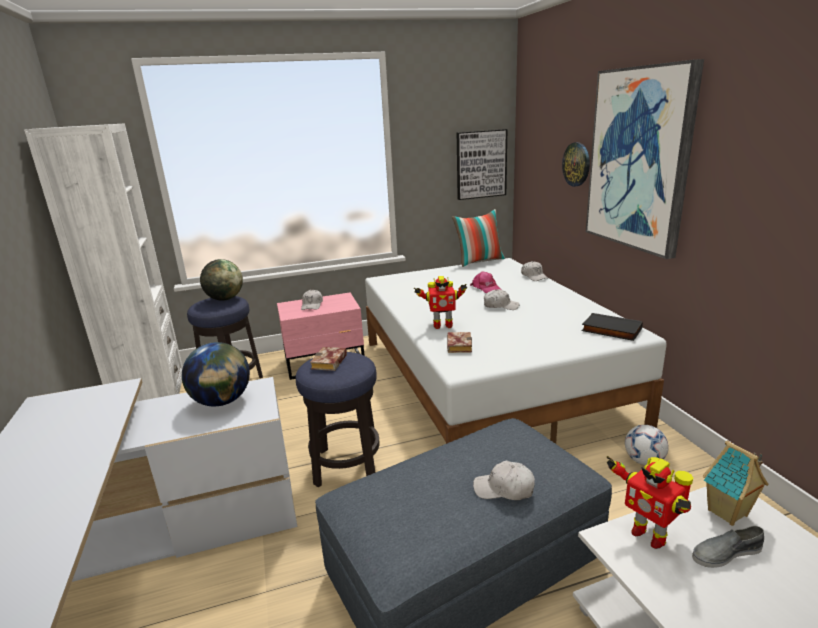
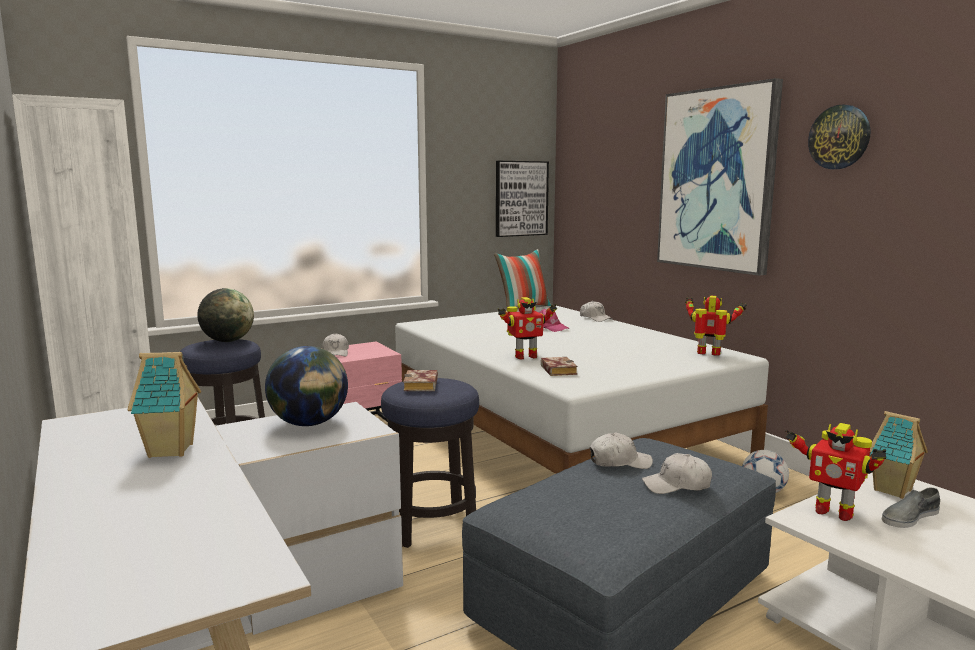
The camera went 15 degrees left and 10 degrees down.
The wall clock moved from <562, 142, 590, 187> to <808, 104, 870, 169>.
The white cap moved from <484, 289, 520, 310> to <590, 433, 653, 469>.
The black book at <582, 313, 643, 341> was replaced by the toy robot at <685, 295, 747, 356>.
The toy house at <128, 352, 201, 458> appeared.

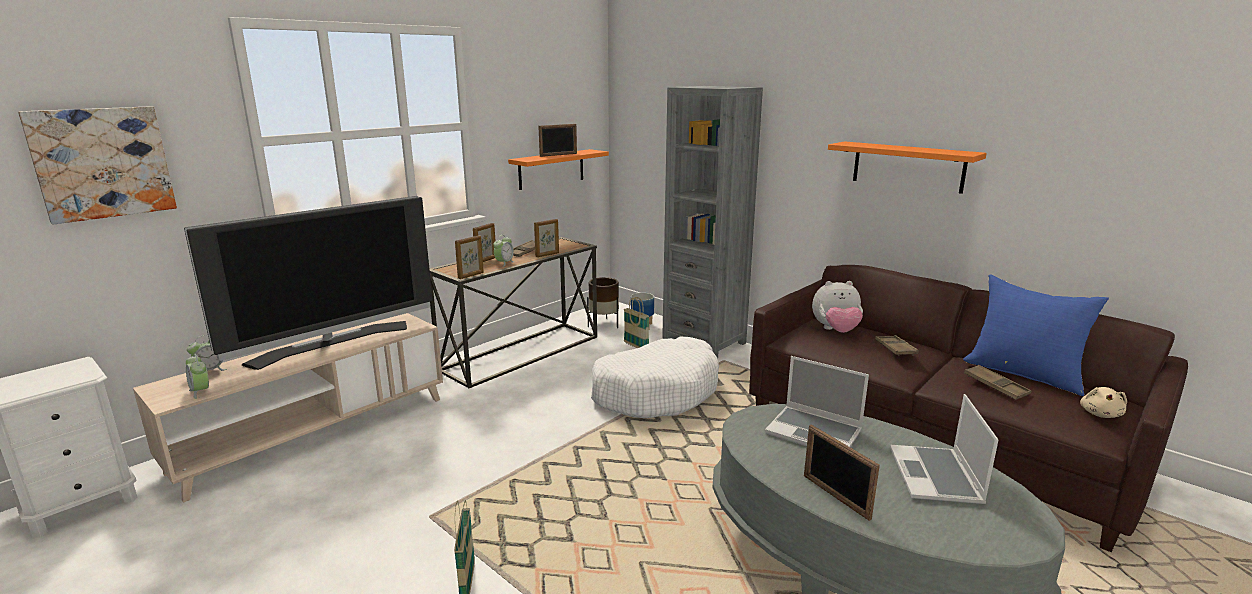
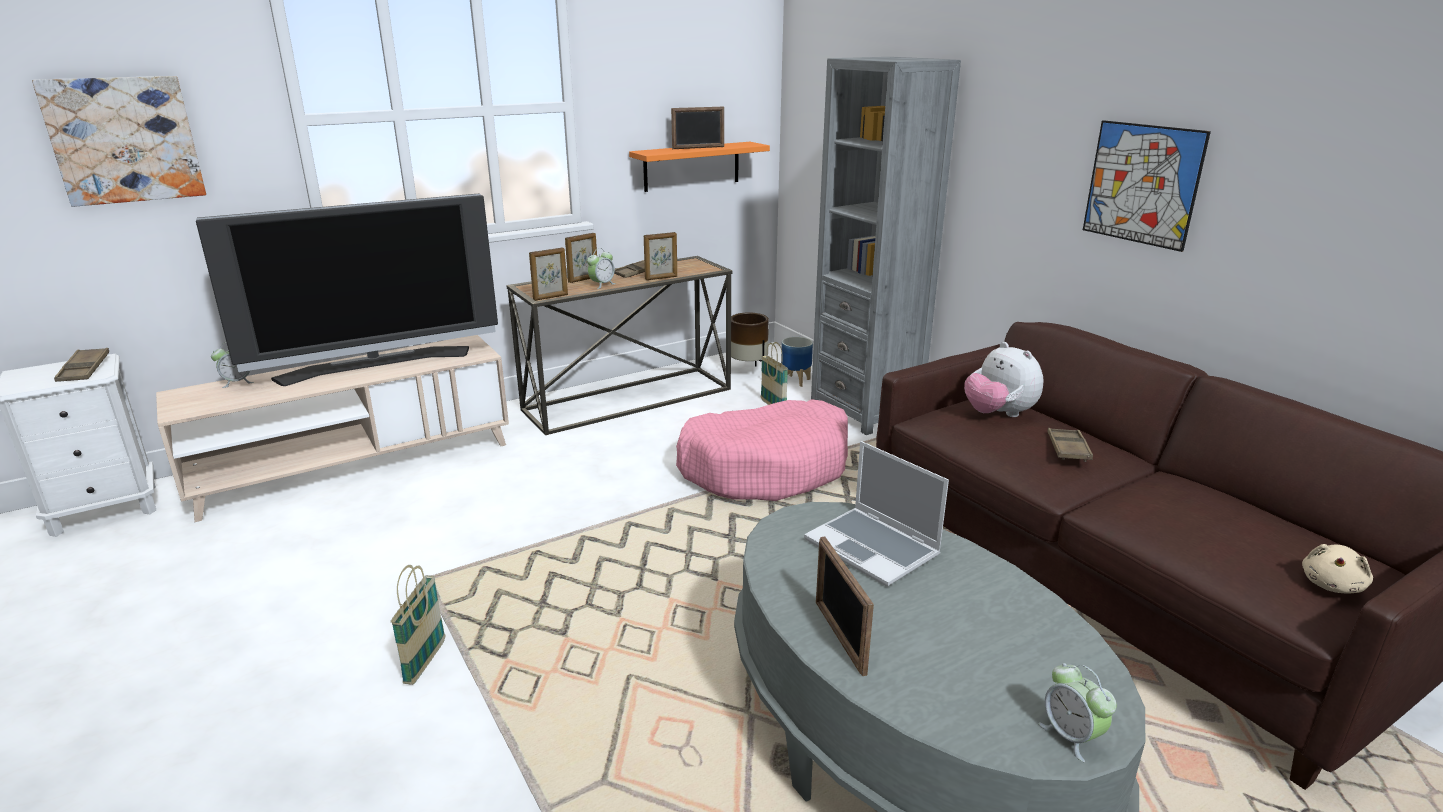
The camera went 15 degrees right and 5 degrees up.
The orange shelf at <828, 141, 987, 194> was replaced by the picture at <1083, 120, 1211, 252>.
The blue pillow at <963, 274, 1109, 396> disappeared.
The plush toy at <812, 281, 863, 333> turned 45 degrees clockwise.
The white dog bed at <591, 337, 719, 418> became the pink dog bed at <676, 399, 848, 501>.
The alarm clock moved from <186, 354, 209, 399> to <1039, 663, 1117, 762>.
The brown tray moved from <964, 365, 1031, 400> to <54, 348, 109, 382>.
The laptop at <890, 394, 999, 504> disappeared.

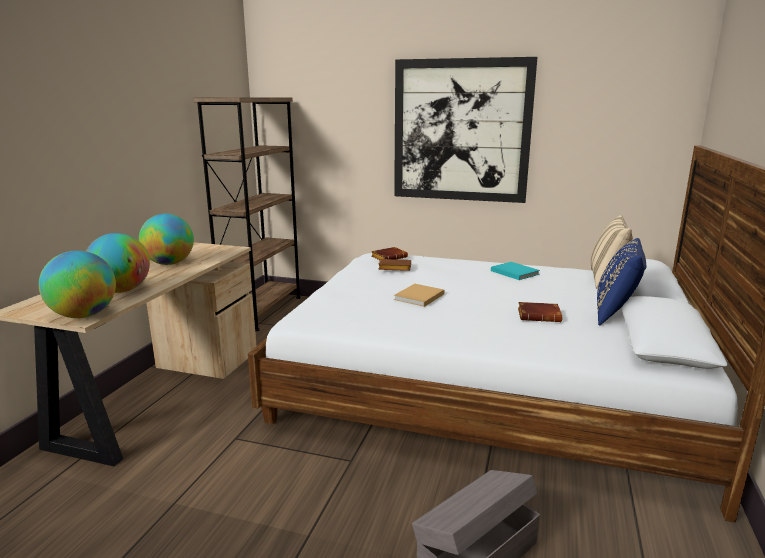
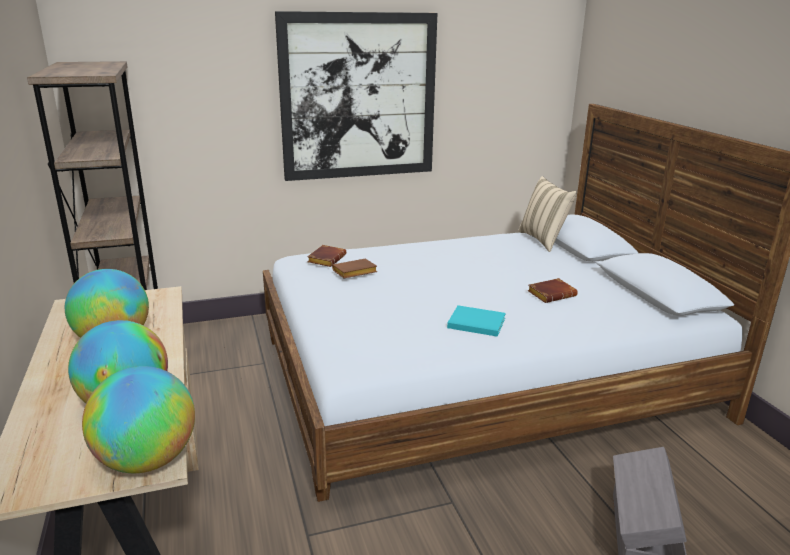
The camera went 35 degrees left and 5 degrees up.
The blue pillow at <597, 238, 646, 326> disappeared.
The turquoise book moved from <491, 262, 540, 280> to <447, 305, 506, 337>.
The beige book at <394, 284, 444, 307> disappeared.

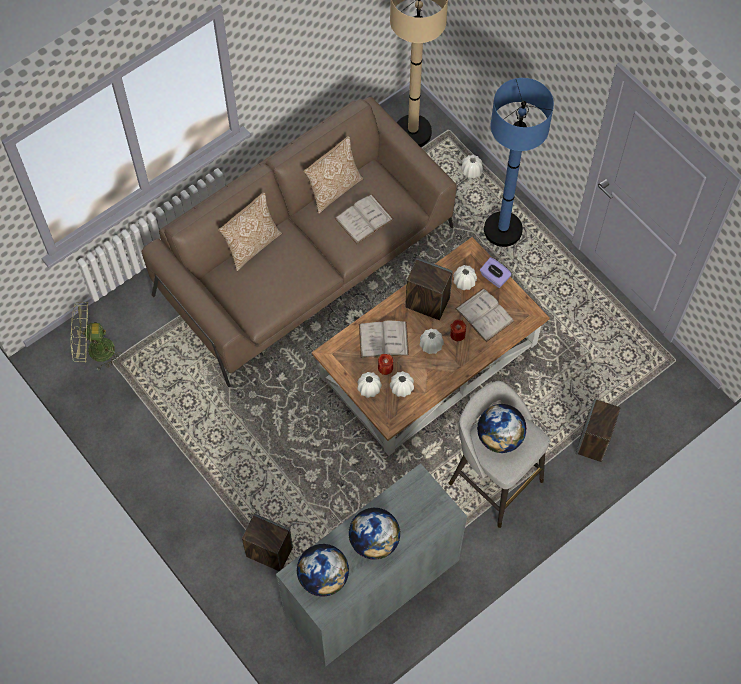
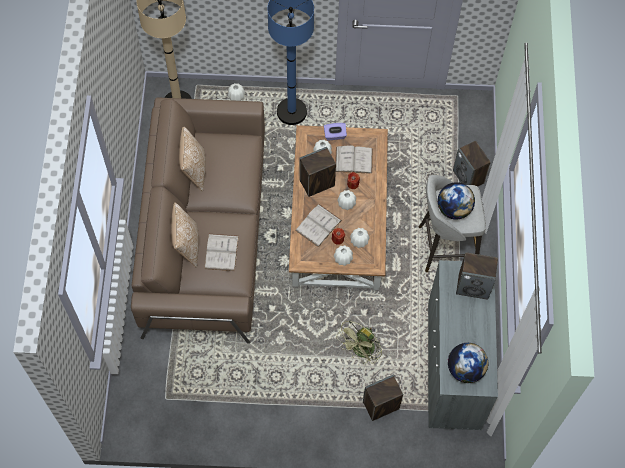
The camera went 50 degrees left and 0 degrees up.
The white book moved from <335, 195, 394, 244> to <204, 234, 239, 271>.
The green fan moved from <71, 302, 119, 371> to <336, 321, 382, 364>.
The globe at <348, 508, 400, 560> disappeared.
The speaker at <456, 252, 498, 300> appeared.

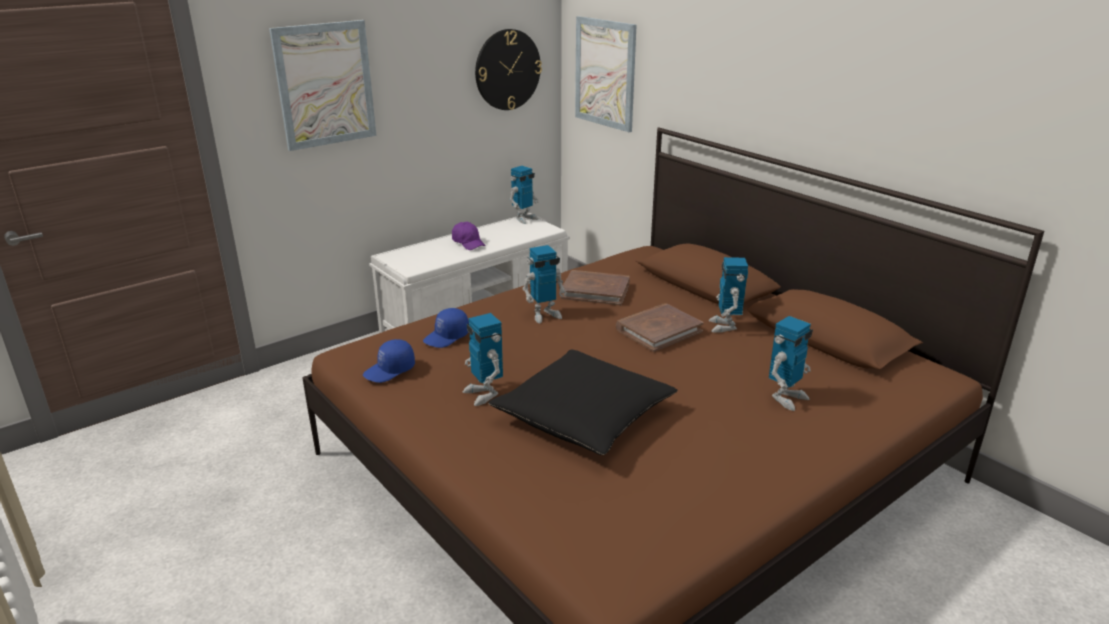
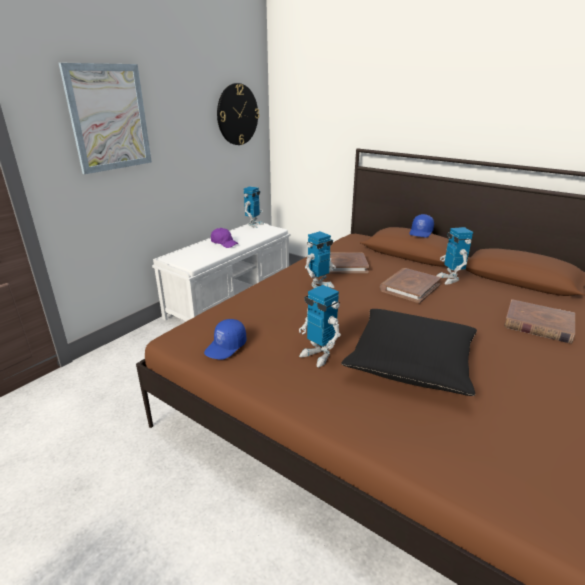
The camera went 15 degrees left and 0 degrees up.
The picture at <575, 16, 637, 132> disappeared.
The blue cap moved from <423, 308, 469, 348> to <409, 214, 434, 238>.
The toy robot at <769, 316, 813, 411> was replaced by the brown book at <504, 299, 575, 344>.

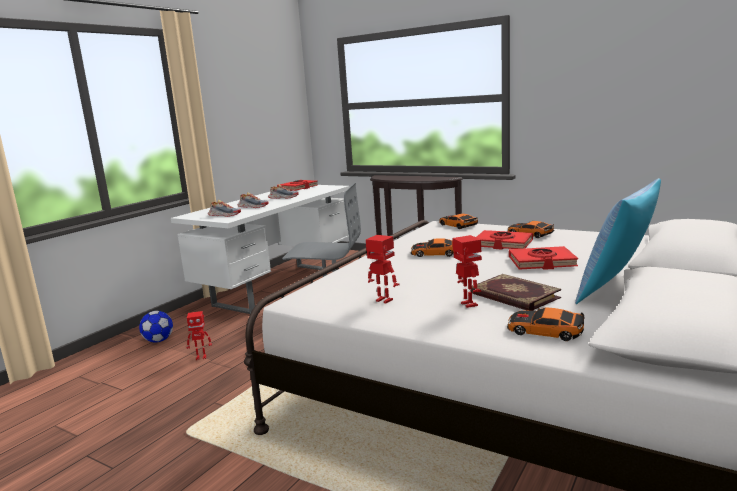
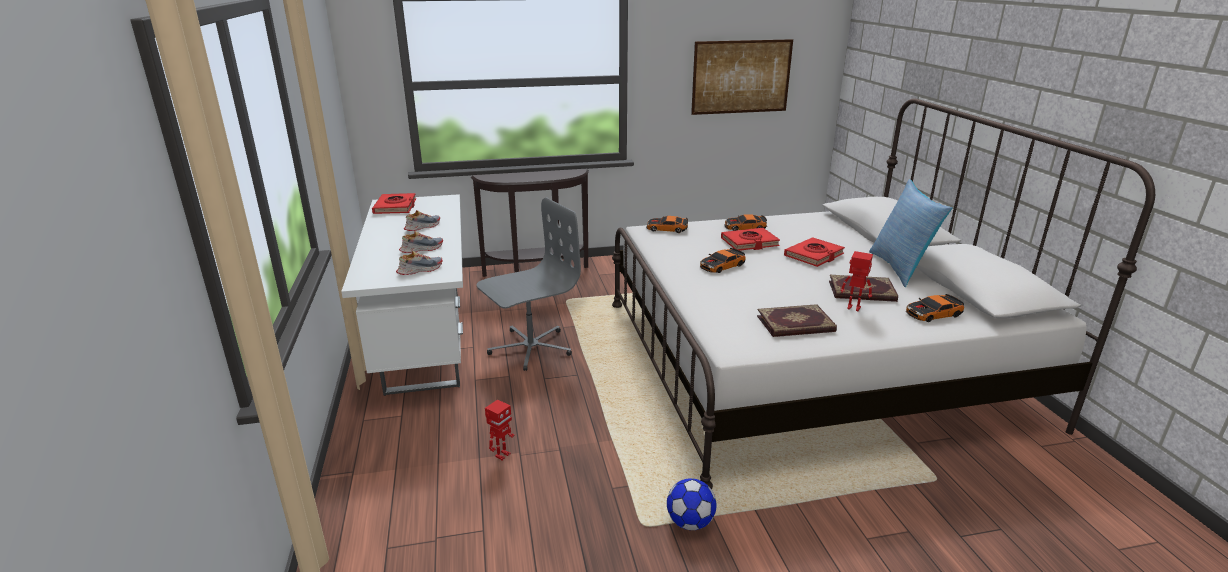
The camera went 45 degrees left and 10 degrees up.
The toy robot at <366, 235, 400, 303> was replaced by the book at <757, 304, 837, 337>.
The football moved from <139, 311, 173, 343> to <667, 478, 717, 530>.
The picture at <691, 39, 793, 115> appeared.

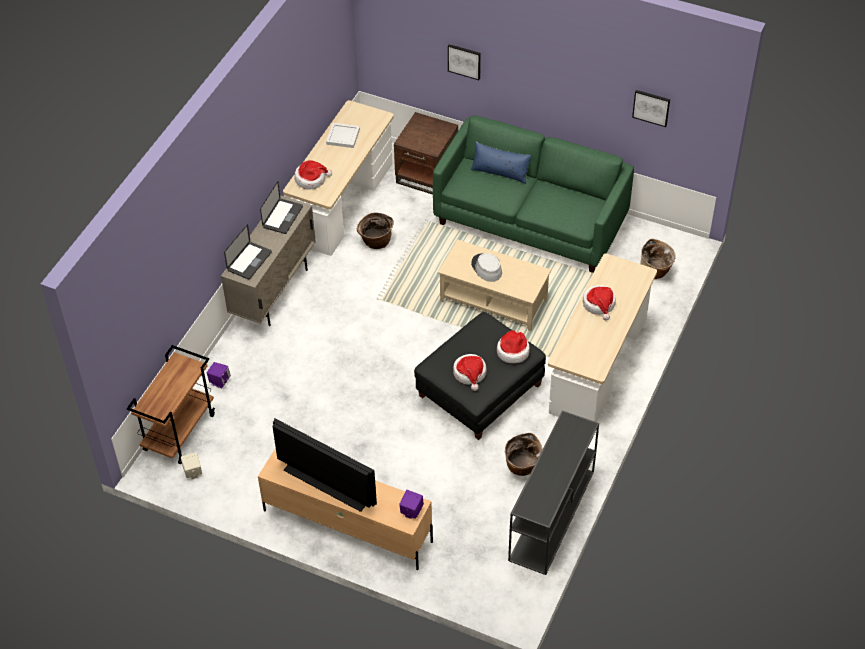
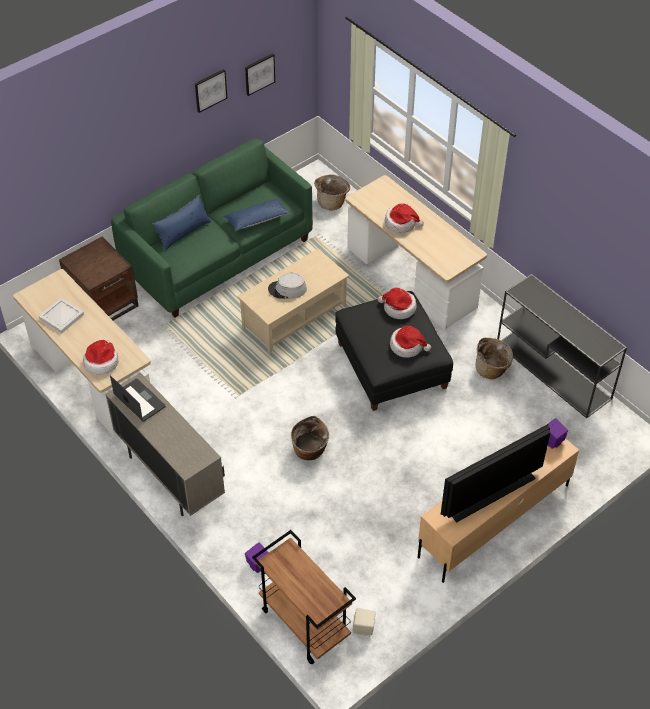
The camera went 65 degrees left and 0 degrees up.
The picture moved from <448, 44, 481, 80> to <195, 69, 227, 113>.
The basket moved from <357, 212, 394, 249> to <291, 416, 329, 460>.
The laptop at <224, 224, 272, 279> disappeared.
The blue pillow at <224, 198, 290, 231> appeared.

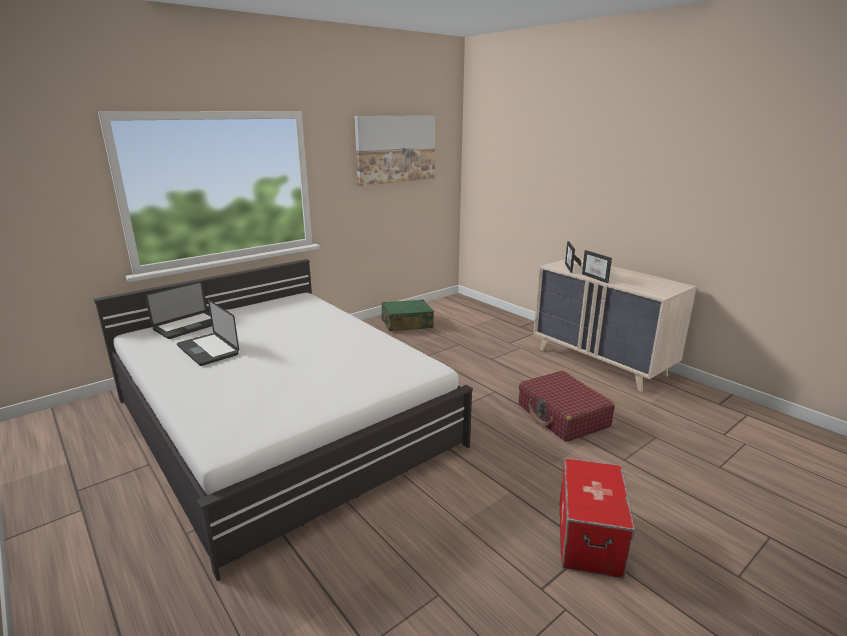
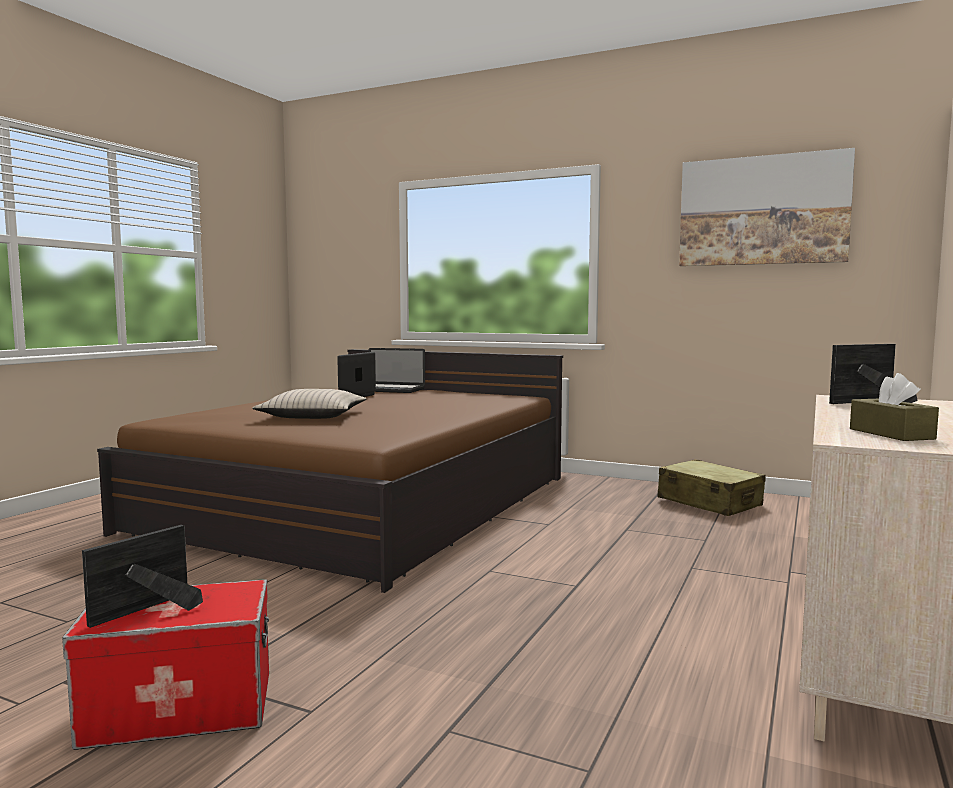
The camera went 65 degrees right and 15 degrees down.
The picture frame moved from <582, 250, 612, 283> to <82, 525, 203, 628>.
The white bed at <93, 259, 473, 581> became the brown bed at <97, 349, 563, 593>.
The green suitcase at <381, 300, 434, 331> became the beige suitcase at <658, 459, 766, 516>.
The red suitcase at <519, 371, 615, 442> disappeared.
The brown tissue box at <850, 373, 939, 441> appeared.
The beige pillow at <252, 389, 367, 419> appeared.

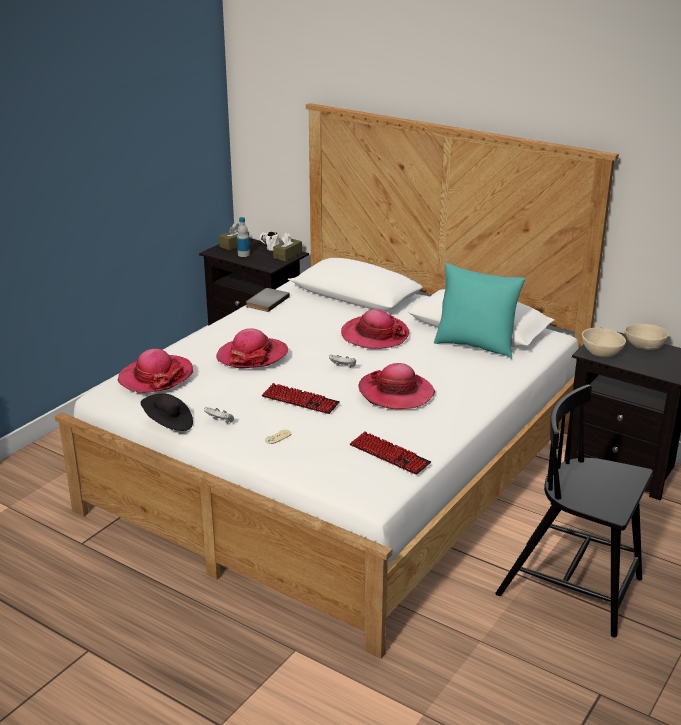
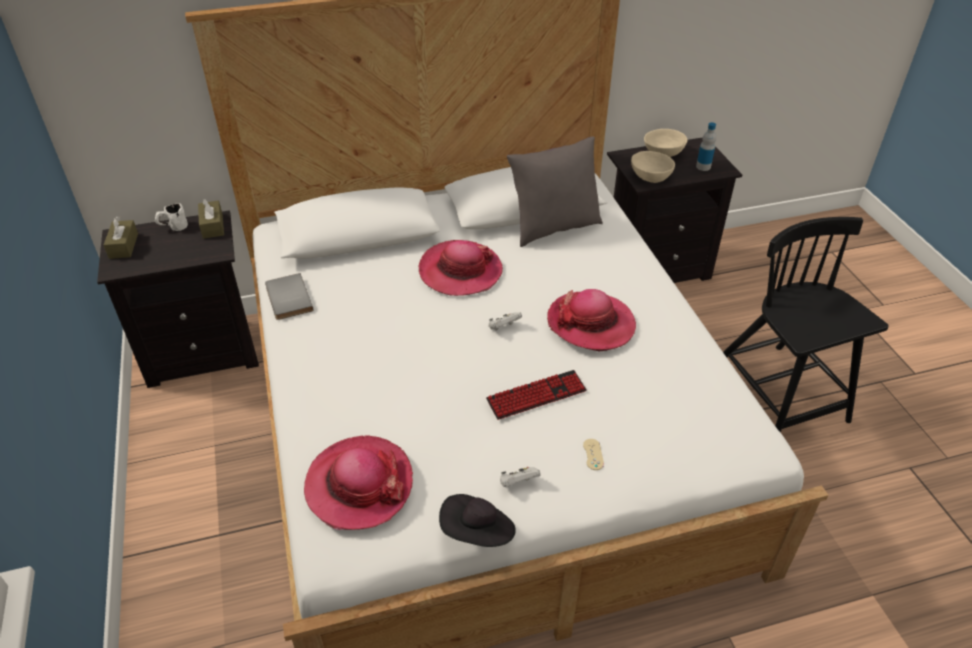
The camera went 50 degrees left and 15 degrees up.
The bottle moved from <237, 217, 250, 257> to <696, 122, 716, 171>.
The turquoise pillow at <434, 263, 526, 359> became the grey pillow at <507, 136, 603, 247>.
The hat at <216, 328, 288, 369> disappeared.
The black chair at <496, 385, 653, 637> turned 90 degrees clockwise.
The keyboard at <350, 431, 431, 475> disappeared.

